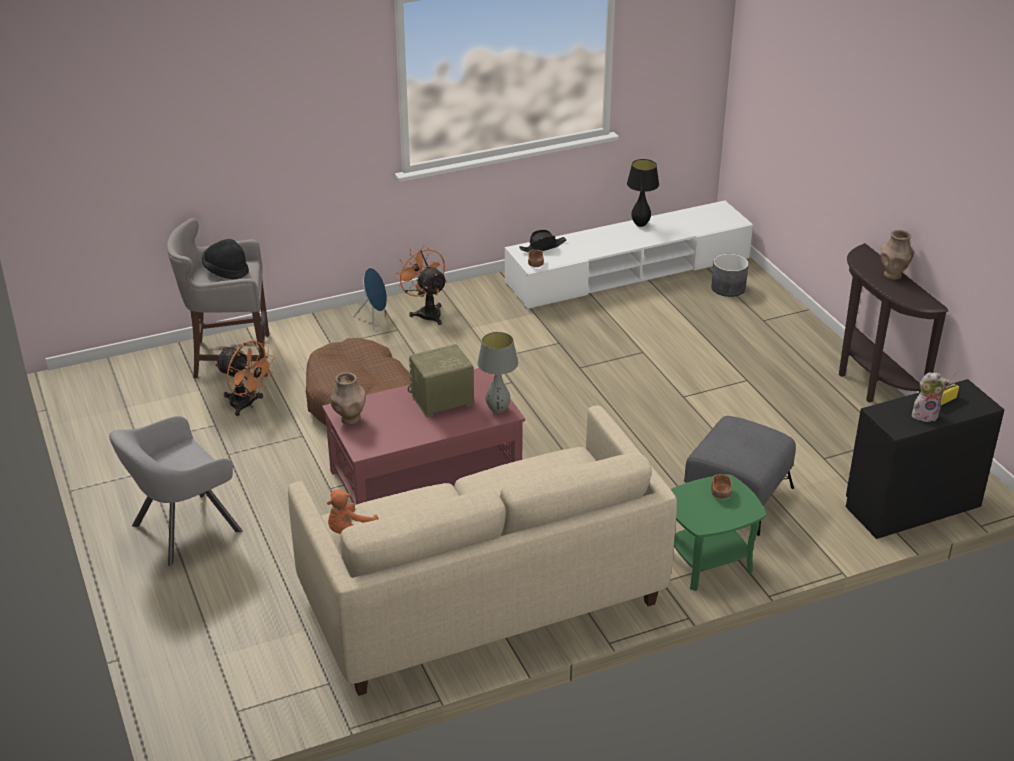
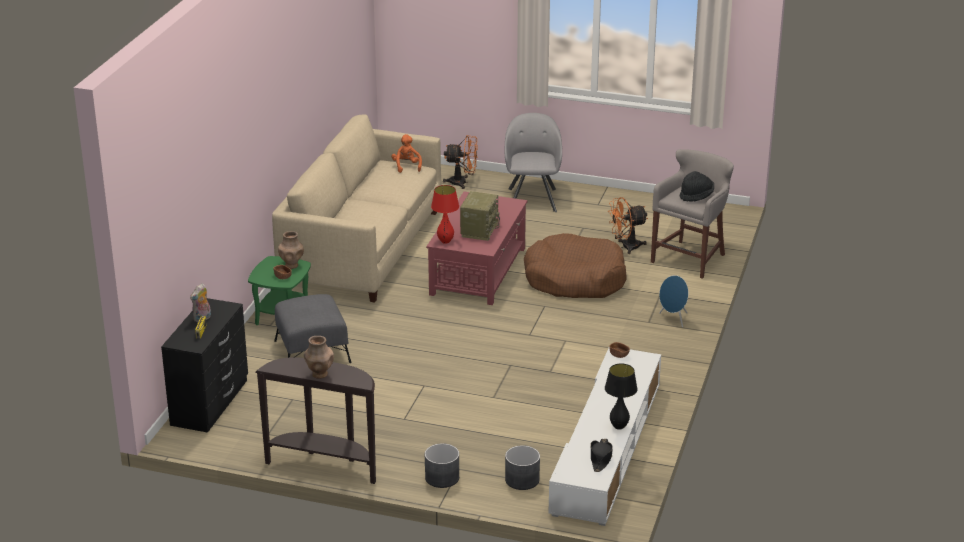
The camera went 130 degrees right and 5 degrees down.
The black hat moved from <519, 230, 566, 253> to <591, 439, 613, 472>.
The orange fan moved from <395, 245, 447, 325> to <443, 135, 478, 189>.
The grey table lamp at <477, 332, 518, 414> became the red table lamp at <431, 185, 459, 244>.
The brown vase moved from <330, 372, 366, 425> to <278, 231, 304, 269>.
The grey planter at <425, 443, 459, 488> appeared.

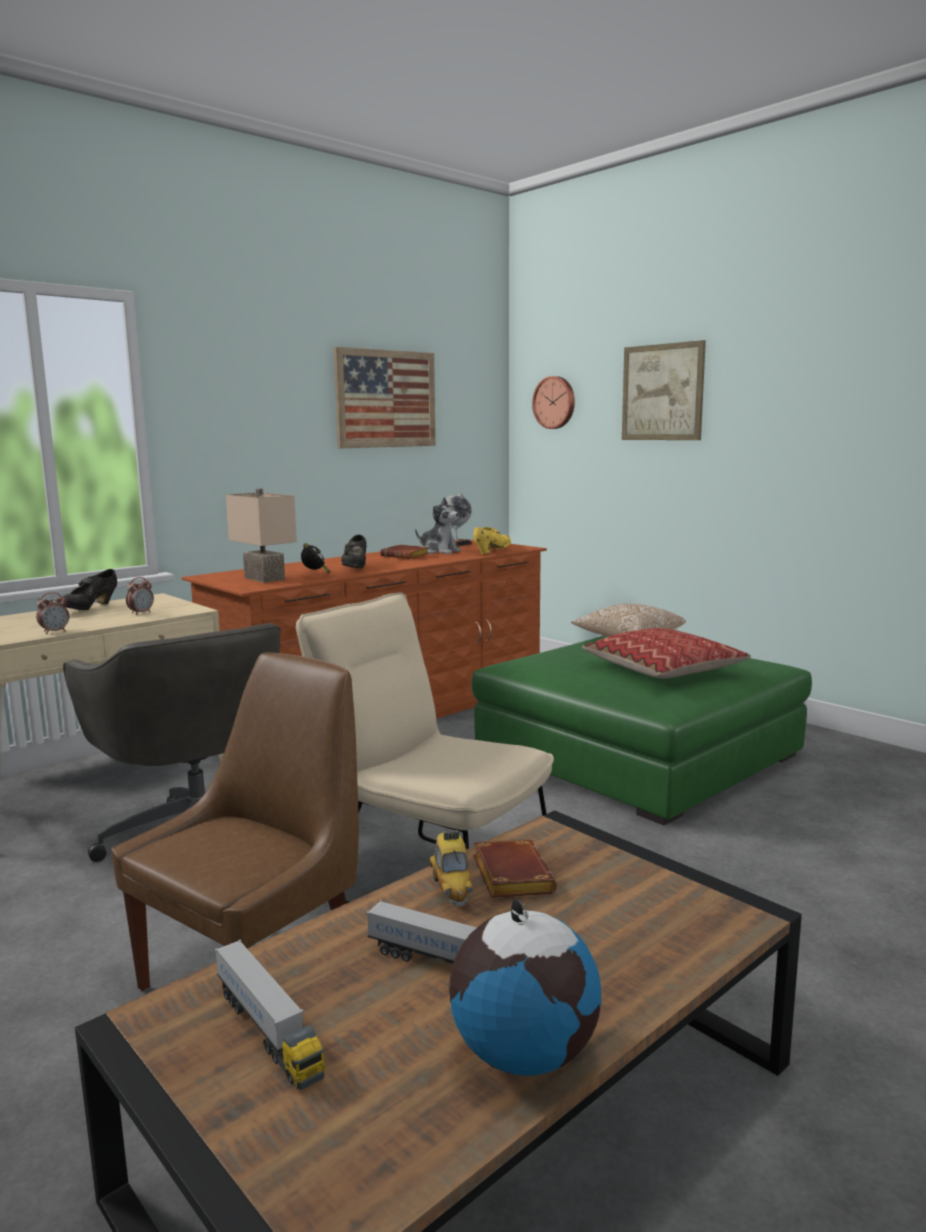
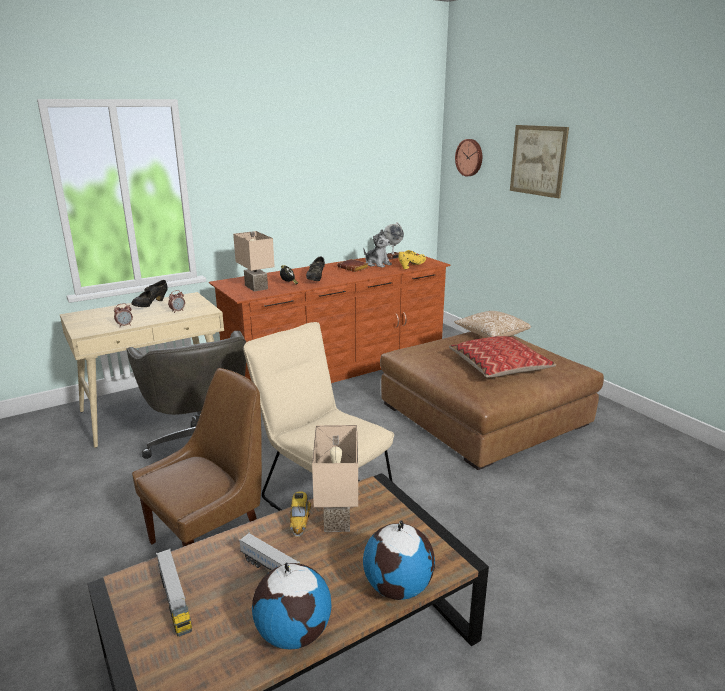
The camera went 10 degrees right and 10 degrees up.
The picture at <334, 347, 436, 448> disappeared.
The green ottoman at <471, 636, 812, 825> became the brown ottoman at <380, 332, 604, 470>.
The brown book at <473, 840, 557, 898> was replaced by the beige table lamp at <312, 425, 358, 532>.
The globe at <363, 520, 435, 600> appeared.

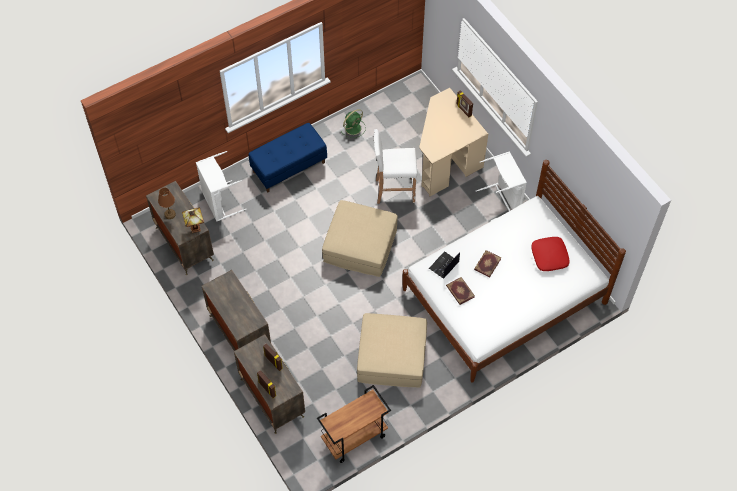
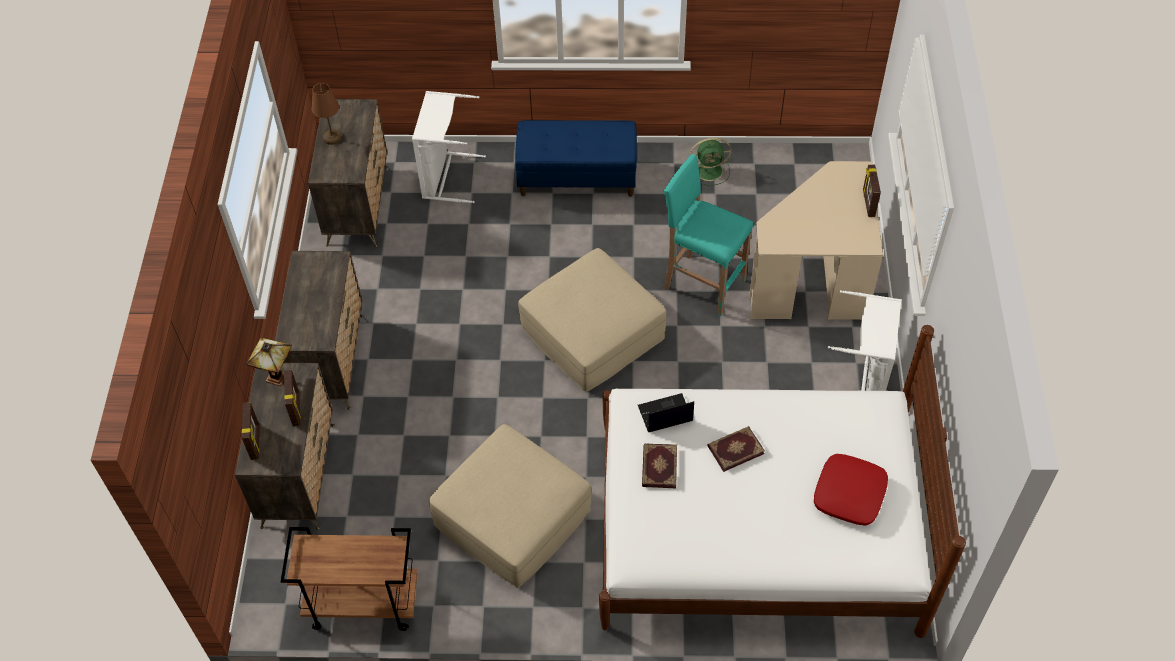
The camera went 35 degrees right and 5 degrees down.
The white stool at <374, 129, 418, 204> became the turquoise stool at <664, 154, 753, 316>.
The table lamp moved from <182, 207, 204, 233> to <246, 337, 292, 386>.

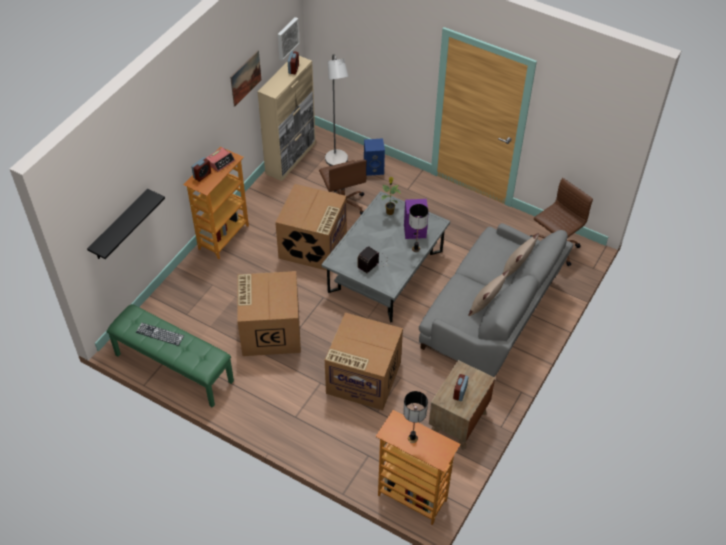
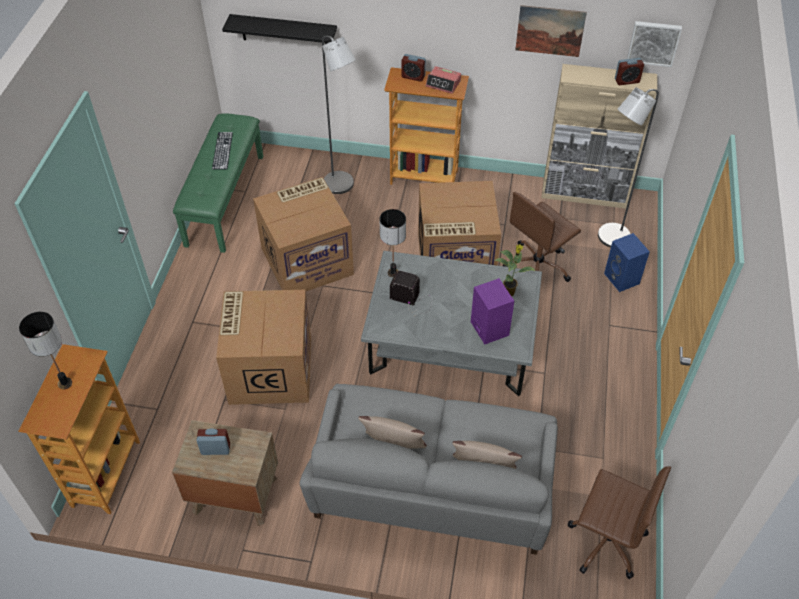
The camera went 70 degrees right and 0 degrees up.
The table lamp moved from <409, 204, 428, 252> to <380, 209, 406, 277>.
The grey floor lamp at <322, 36, 356, 194> appeared.

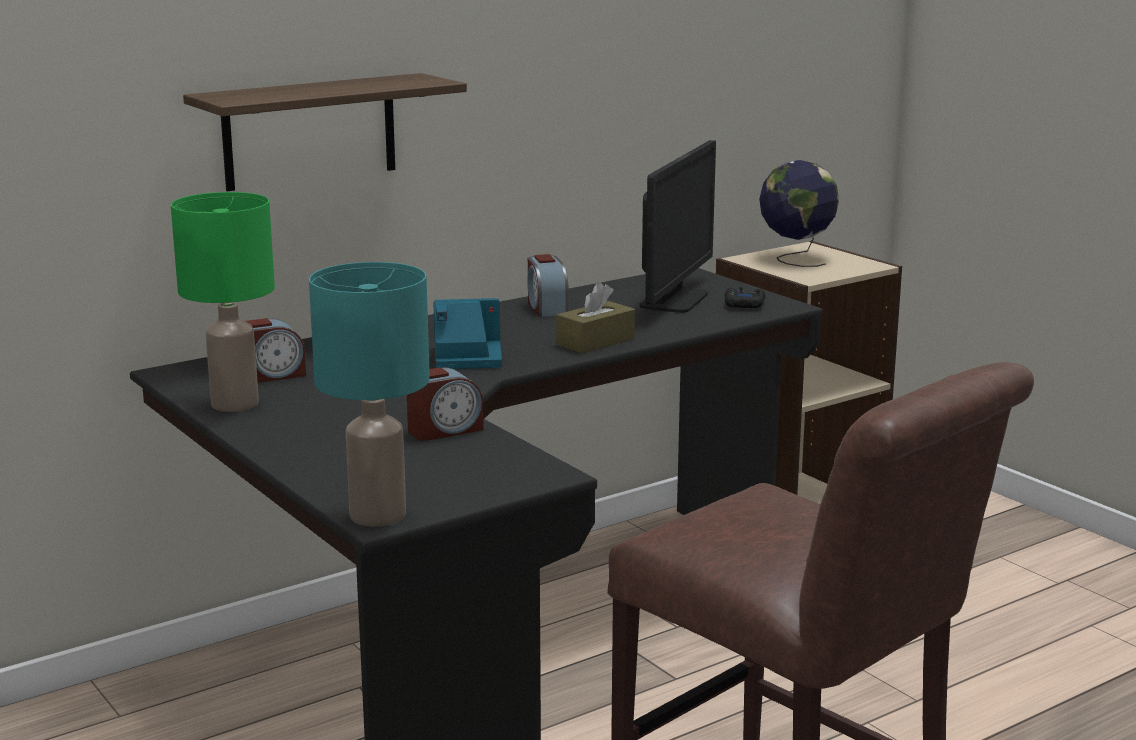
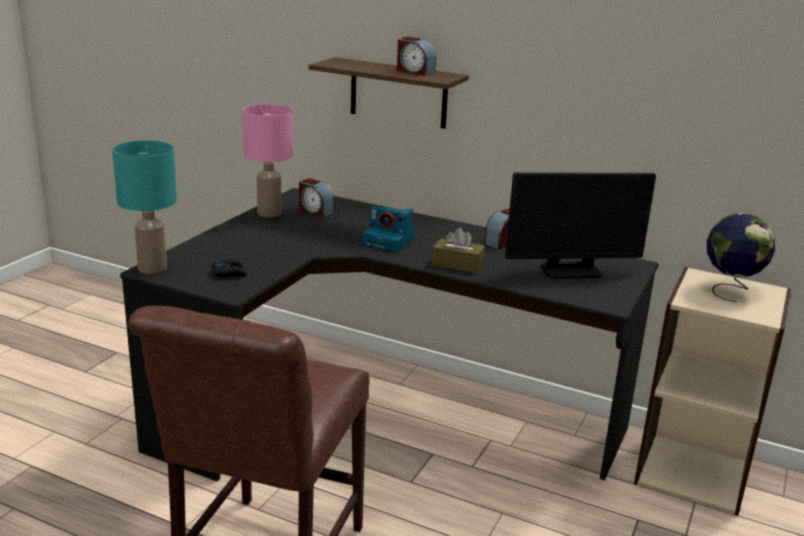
The camera went 60 degrees right and 5 degrees up.
The green table lamp at <171, 192, 275, 412> became the pink table lamp at <242, 104, 293, 218>.
The black game controller moved from <725, 287, 765, 308> to <211, 258, 246, 277>.
The photo camera at <434, 298, 502, 369> turned 150 degrees clockwise.
The alarm clock moved from <407, 367, 484, 441> to <397, 36, 436, 76>.

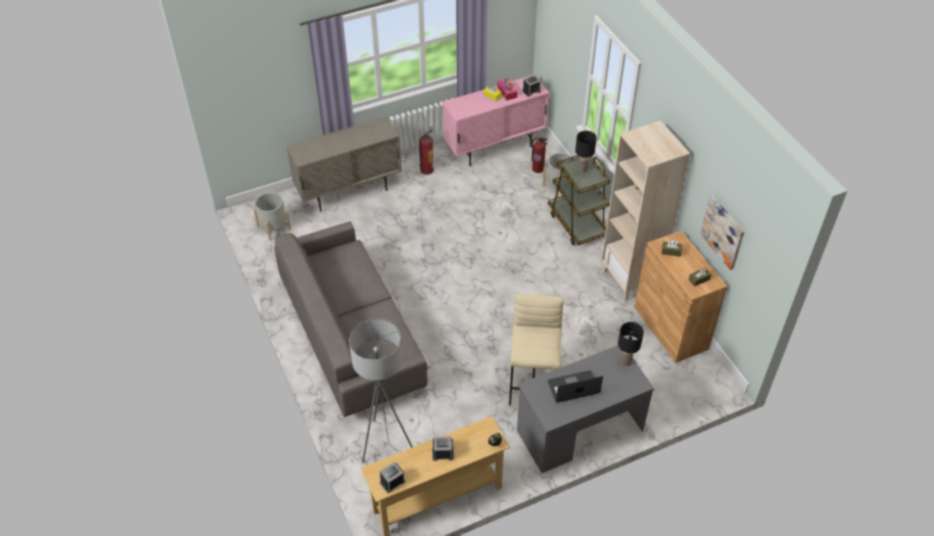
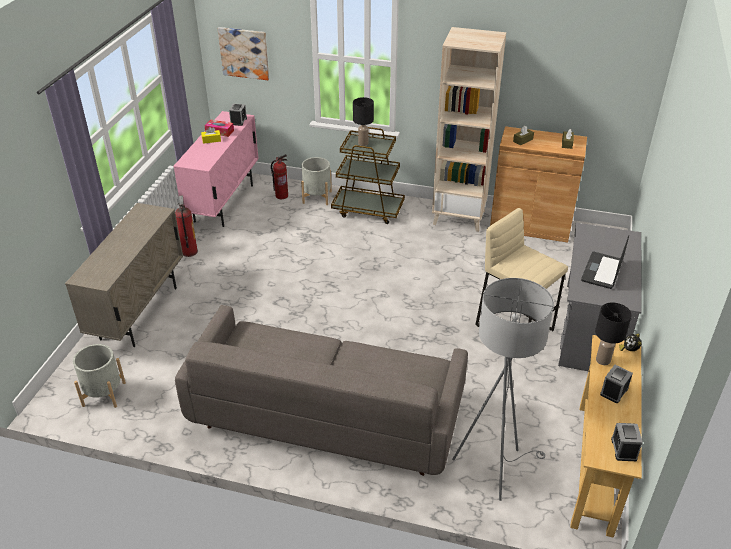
The camera went 50 degrees left and 10 degrees down.
The picture moved from <700, 196, 744, 270> to <218, 27, 269, 80>.
The black table lamp moved from <618, 322, 644, 366> to <595, 303, 632, 365>.

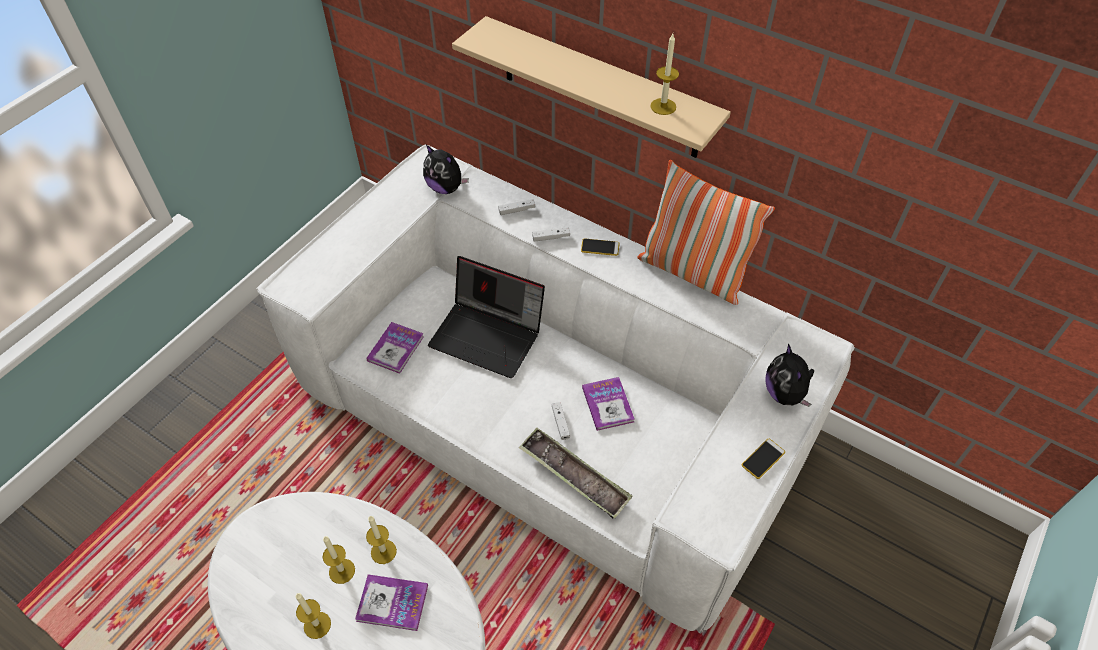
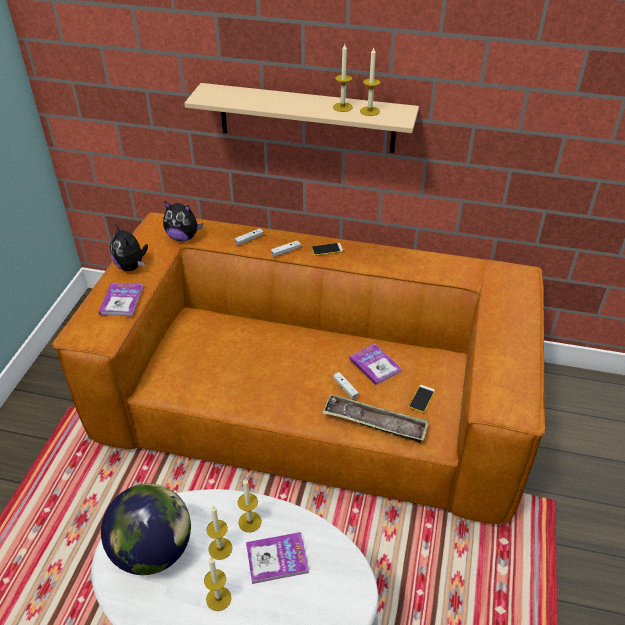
The camera went 20 degrees left and 10 degrees down.
The white sofa at <256, 144, 855, 633> became the brown sofa at <52, 212, 545, 524>.
The pillow at <637, 160, 775, 305> disappeared.
The laptop at <428, 256, 545, 378> disappeared.
The book moved from <366, 322, 424, 374> to <99, 283, 143, 317>.
The plush toy moved from <765, 343, 814, 407> to <110, 223, 148, 271>.
The phone moved from <742, 439, 785, 479> to <409, 385, 435, 413>.
The candle at <333, 44, 353, 112> appeared.
The globe at <101, 484, 191, 575> appeared.

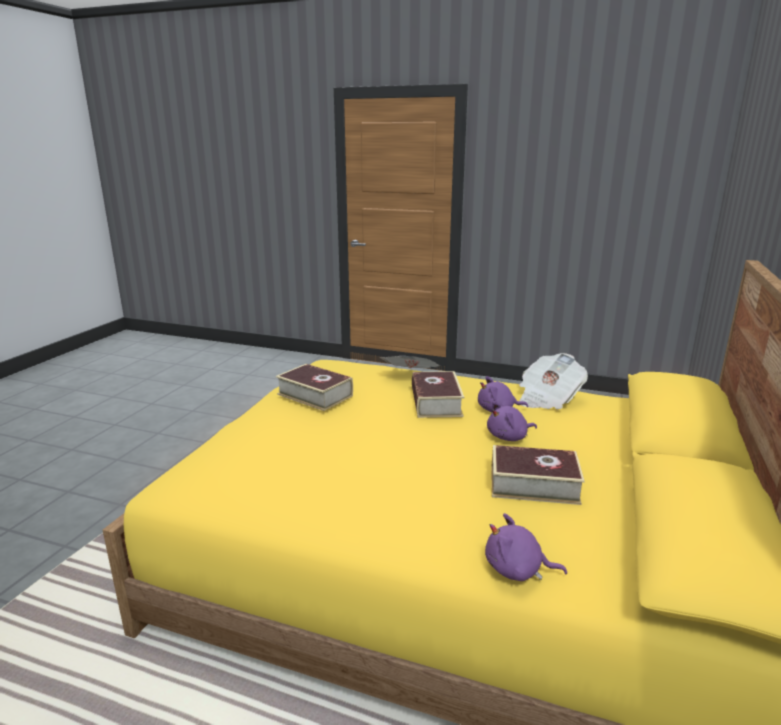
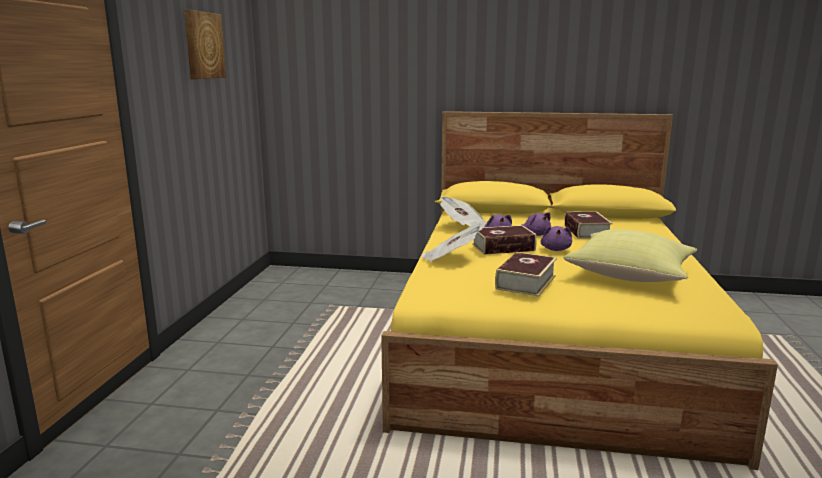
The camera went 100 degrees left and 5 degrees down.
The purple plush toy moved from <485, 513, 567, 581> to <541, 226, 572, 251>.
The picture at <184, 9, 226, 79> appeared.
The yellow pillow at <564, 229, 697, 282> appeared.

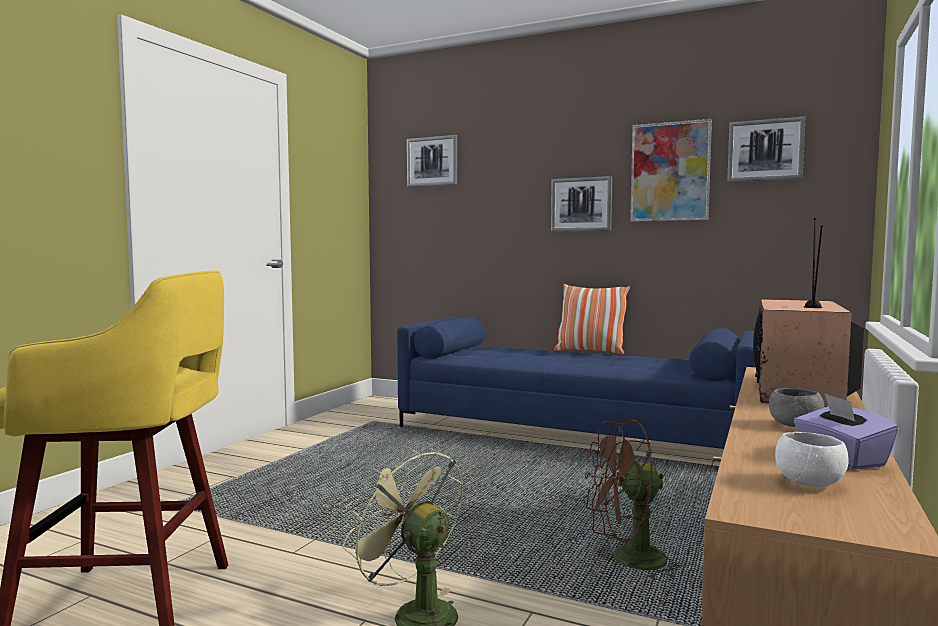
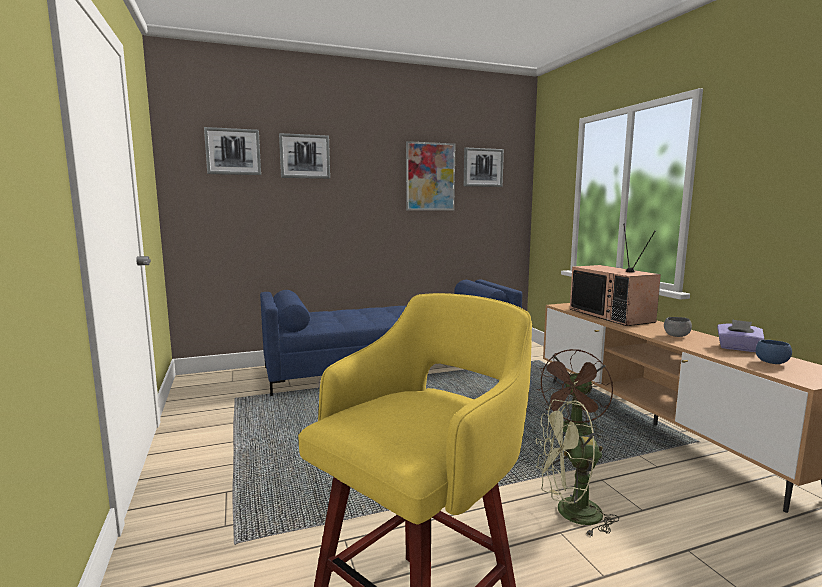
The camera went 45 degrees left and 5 degrees up.
The picture moved from <551, 176, 612, 232> to <279, 133, 330, 179>.
The pillow at <554, 284, 630, 354> disappeared.
The white bowl at <775, 432, 849, 487> became the blue bowl at <756, 340, 792, 364>.

